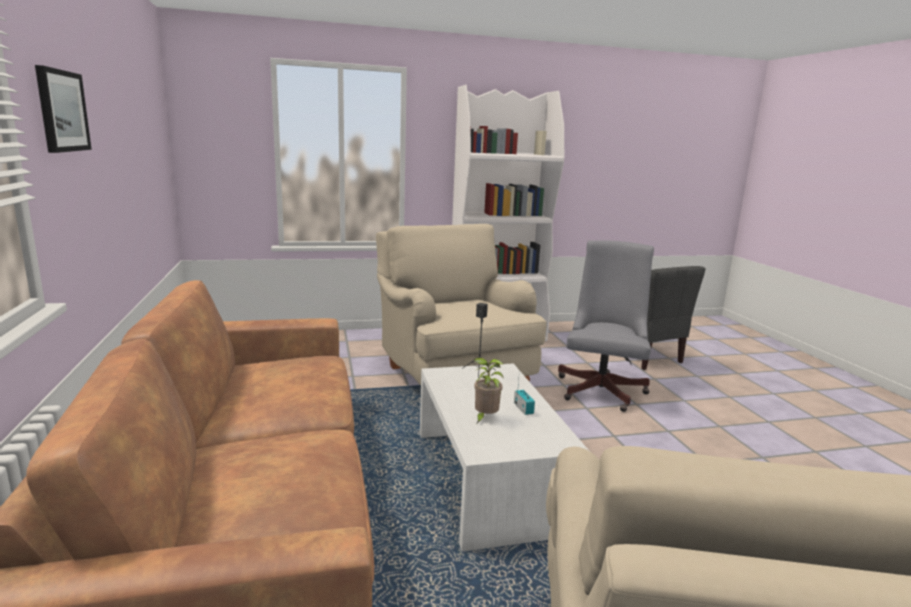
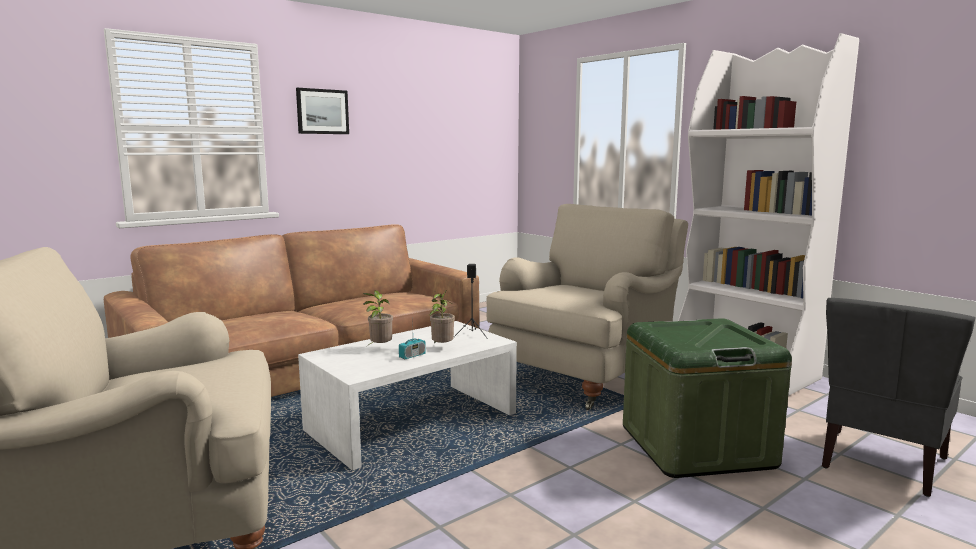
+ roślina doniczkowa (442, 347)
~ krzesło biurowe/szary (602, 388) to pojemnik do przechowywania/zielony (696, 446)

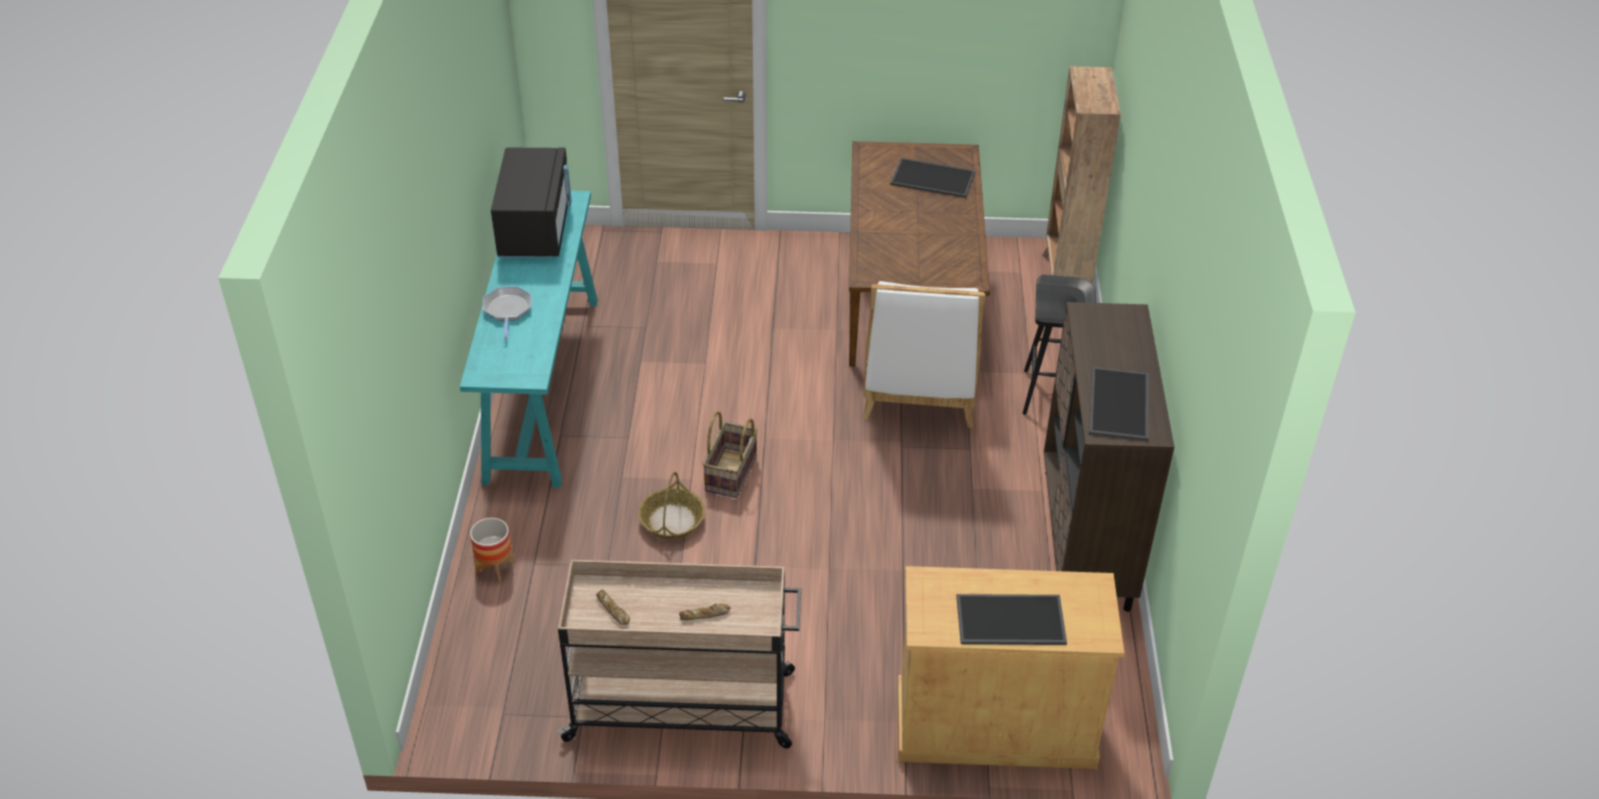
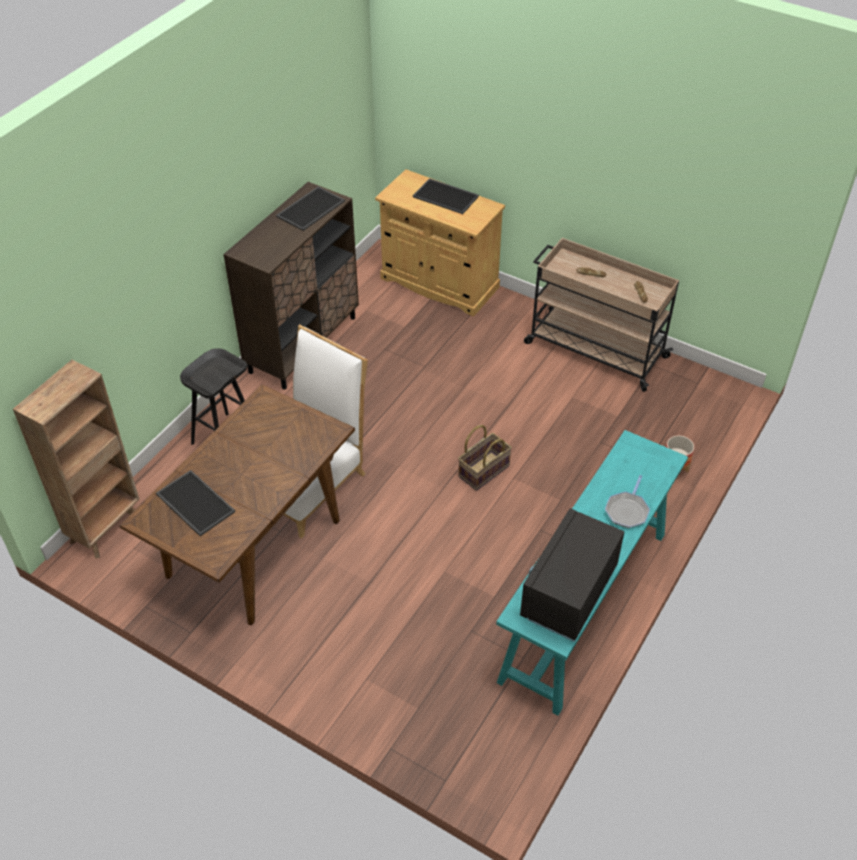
- koszyk (672, 520)

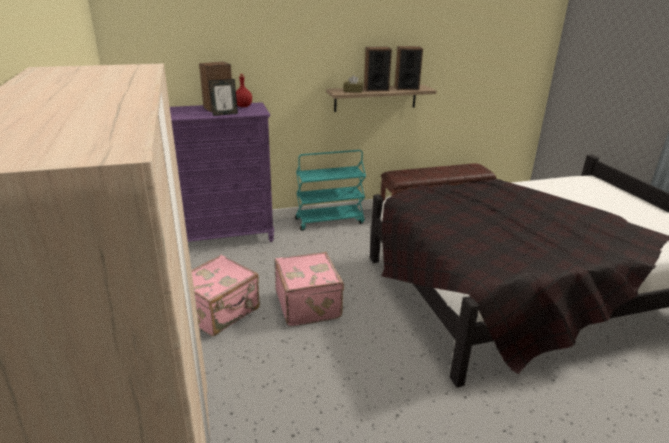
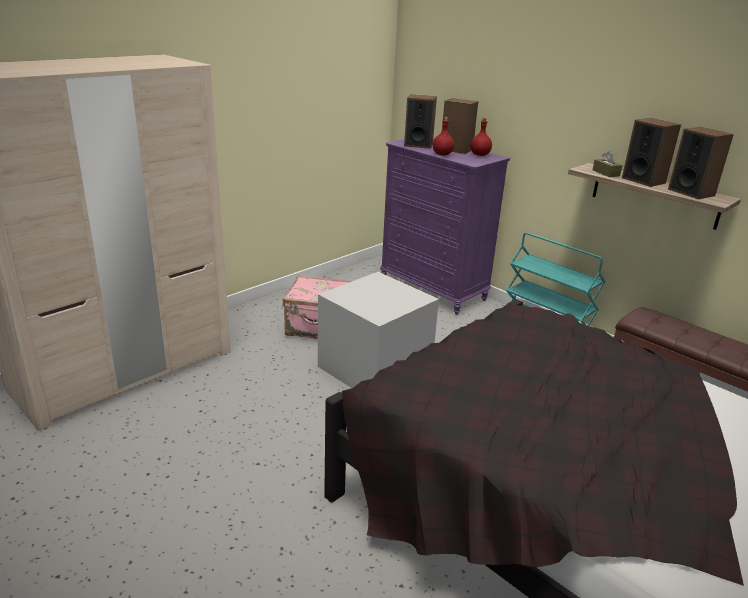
~ walizka/różowy (309, 305) to pojemnik do przechowywania/szary (374, 367)
+ głośnik (418, 145)
~ ramka na zdjęcie (225, 114) to butelka/czerwony (442, 154)

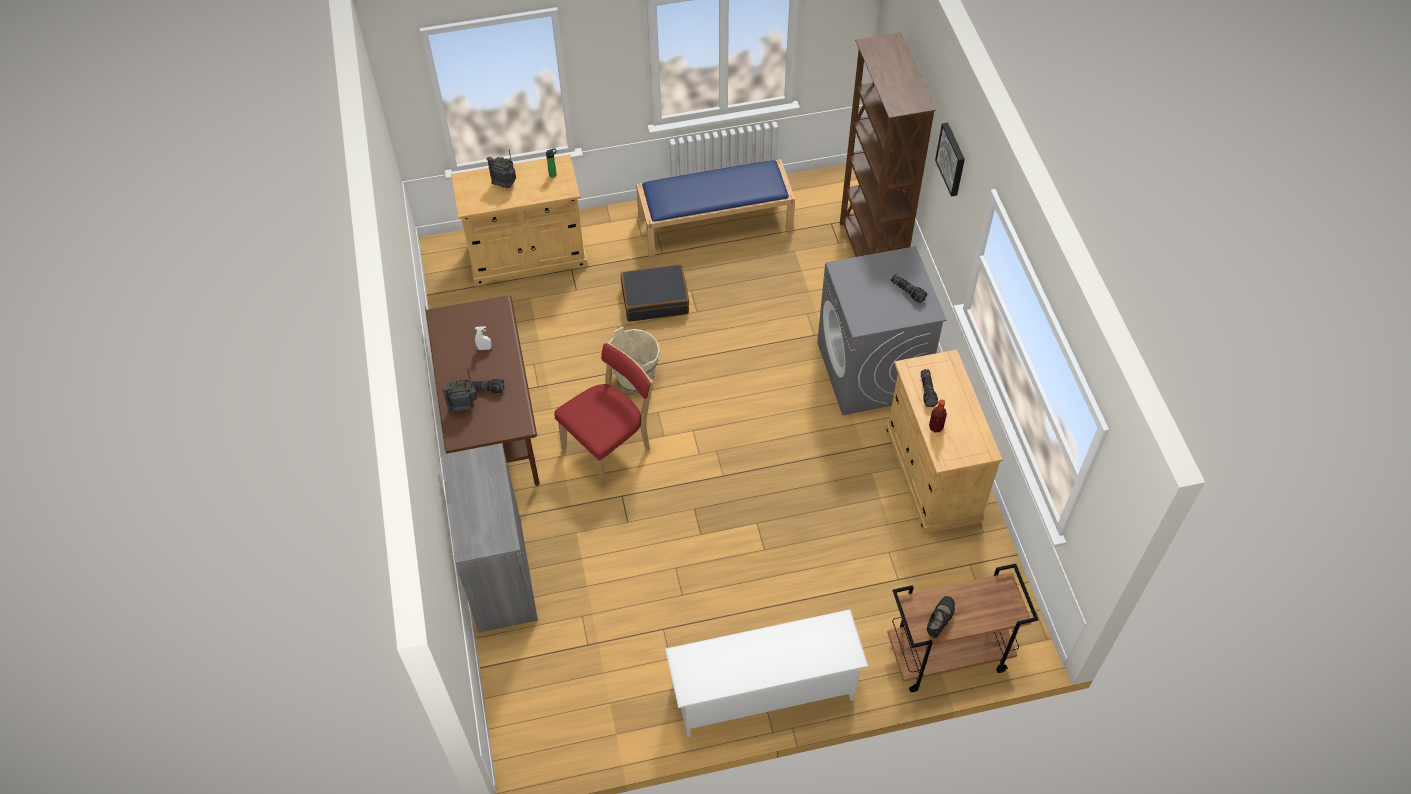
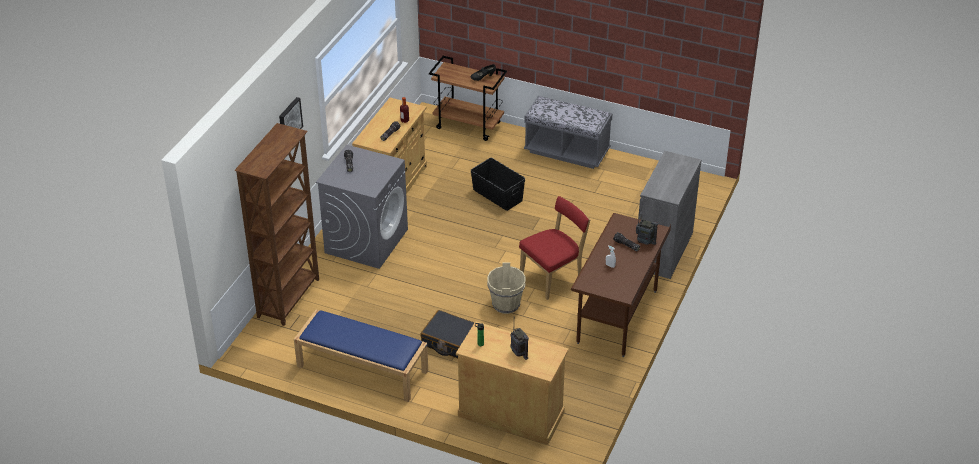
+ pojemnik do przechowywania/czarny (497, 195)
~ krzesło/czerwony (610, 447) = (553, 277) 150 degrees clockwise
~ regał na buty/biały (763, 691) to ławka/szary (567, 151)

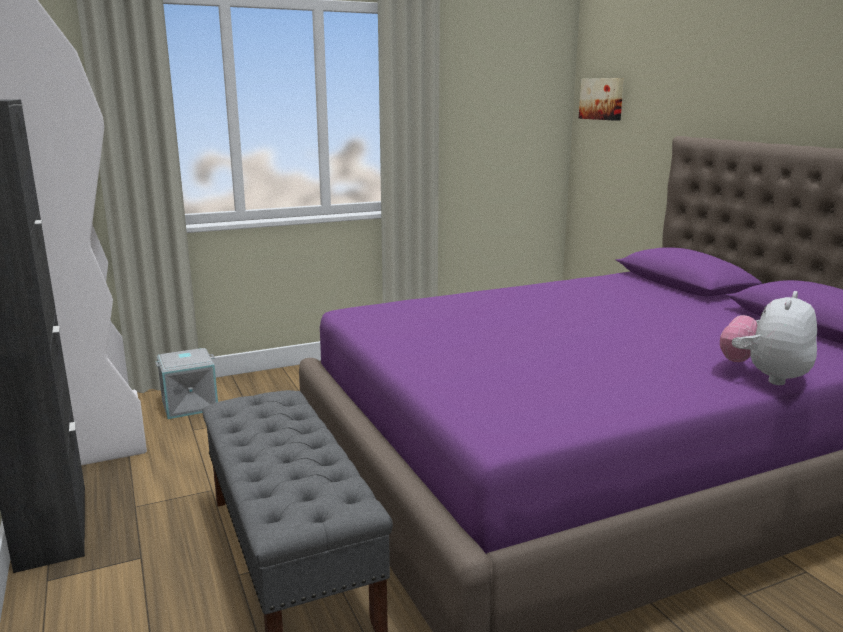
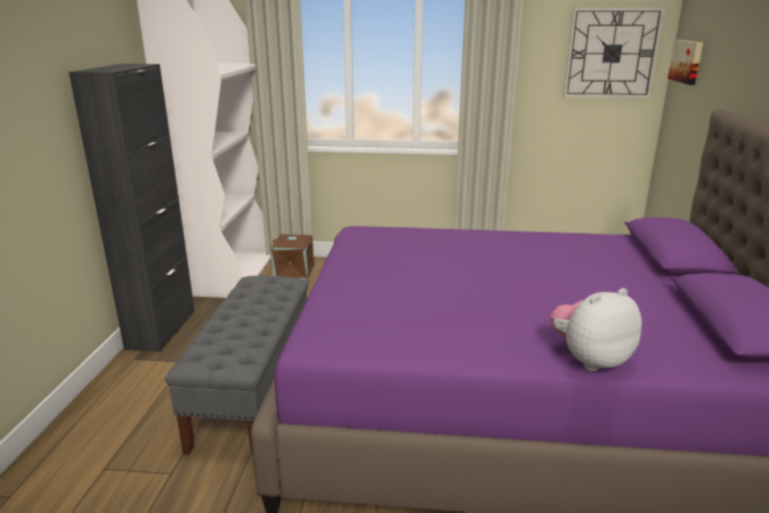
~ pojemnik do przechowywania/szary (190, 404) to pojemnik do przechowywania/brązowy (294, 272)
+ zegar ścienny (611, 53)

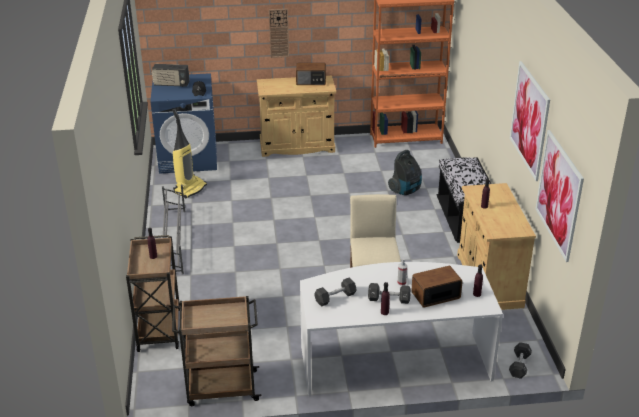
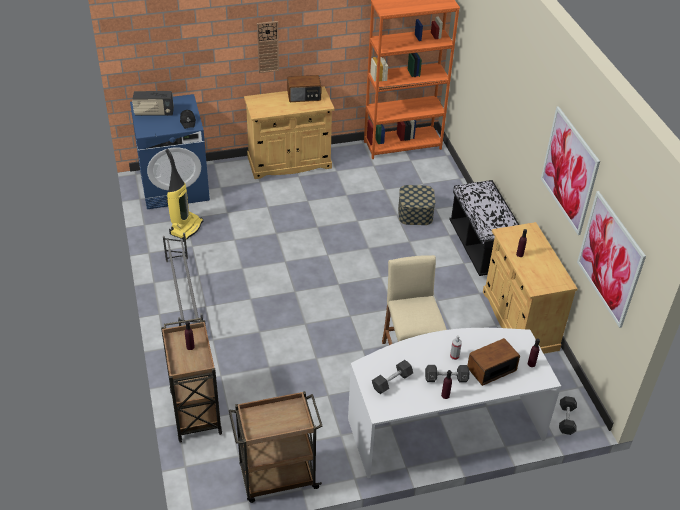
~ odkurzacz (405, 190) to pojemnik do przechowywania (415, 213)

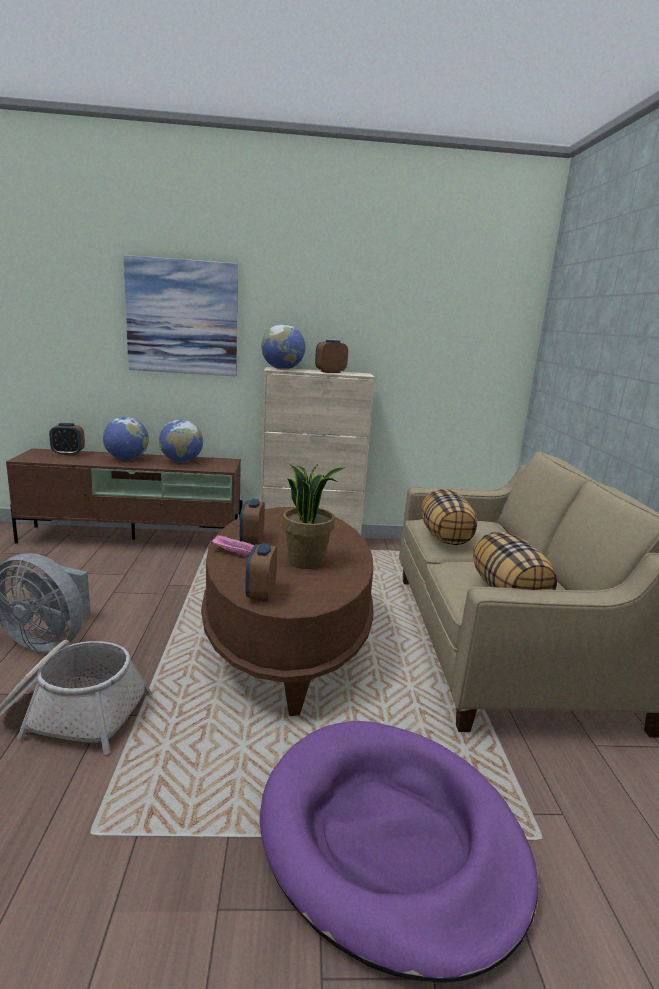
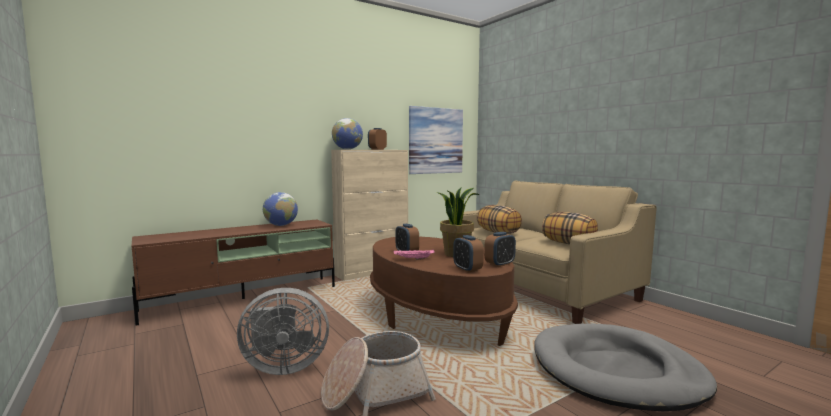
~ obraz (182, 317) to (436, 140)
~ budzik (68, 453) to (499, 264)
~ legowisko/fioletowy (391, 840) to legowisko/szary (617, 371)
- globus (127, 459)

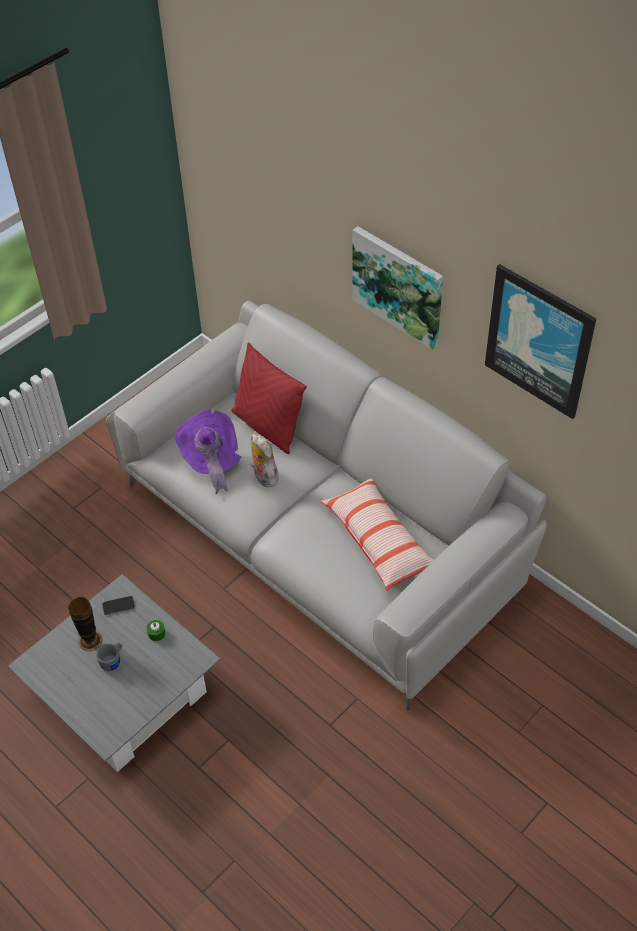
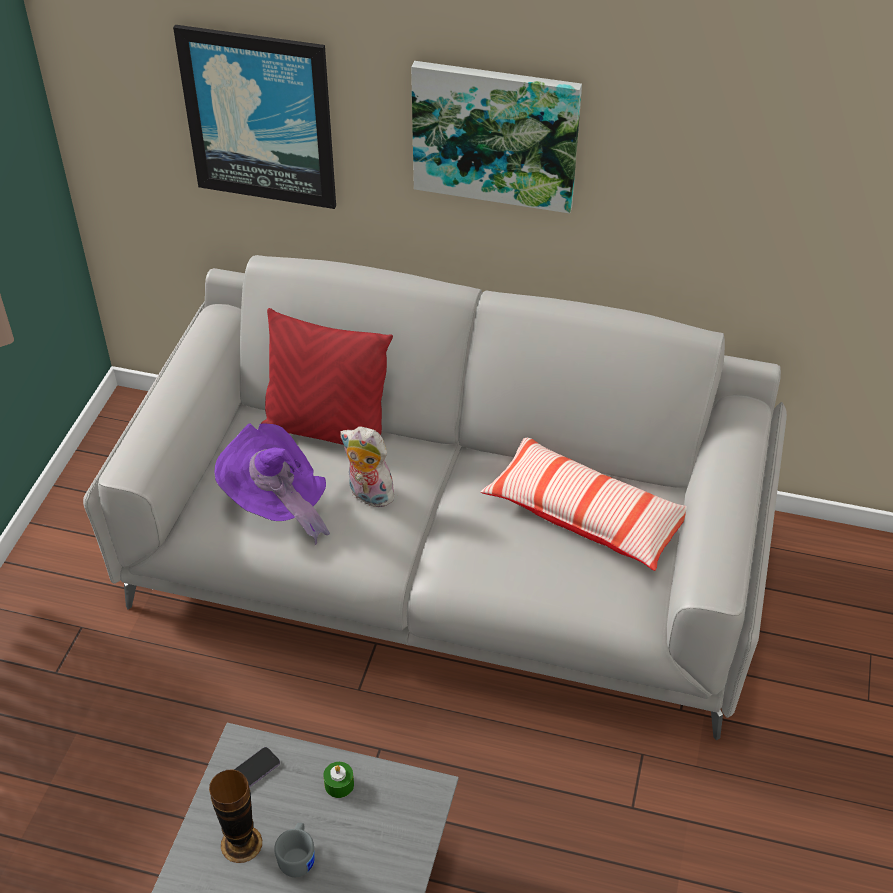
~ obraz (539, 341) to (259, 117)

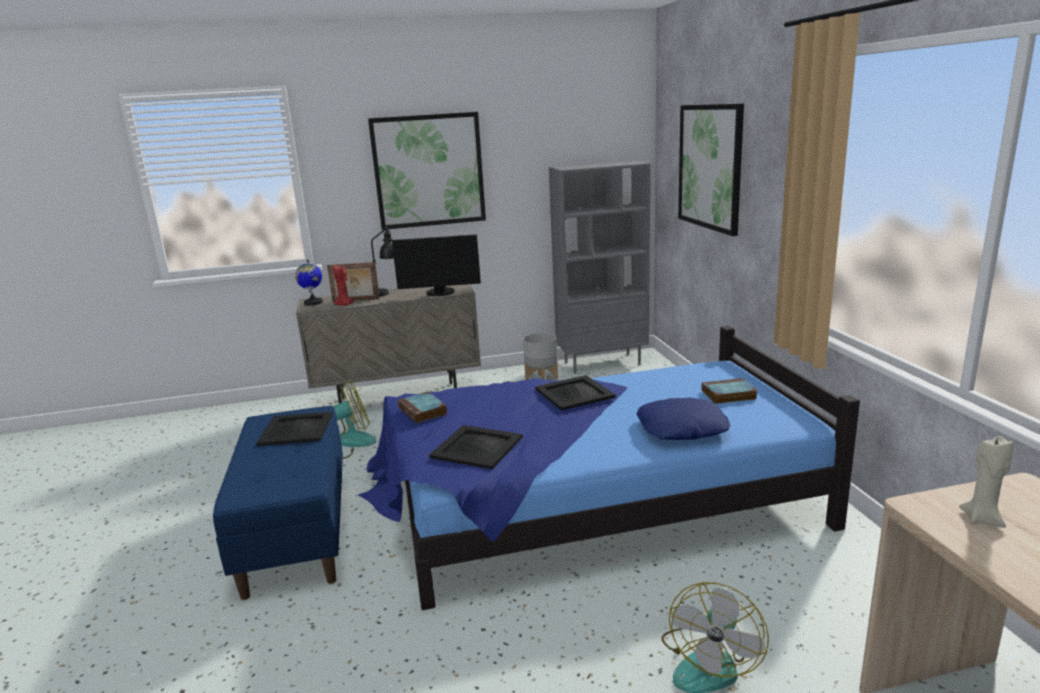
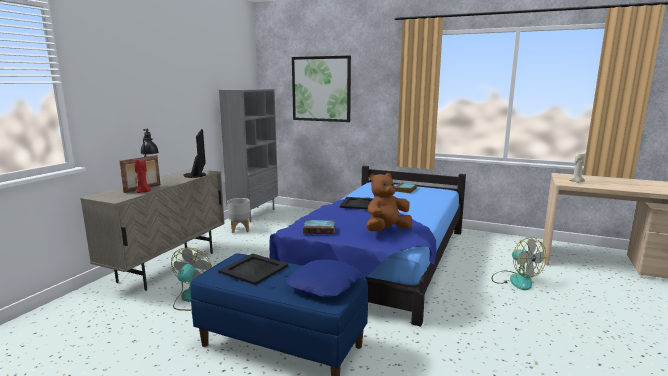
~ monitor (440, 293) = (197, 175) 45 degrees counterclockwise
~ poduszka/niebieski (682, 428) to (324, 285)
~ taca/czarny (477, 447) to pluszak/brązowy (386, 230)
- globus (313, 303)
- obraz (428, 171)

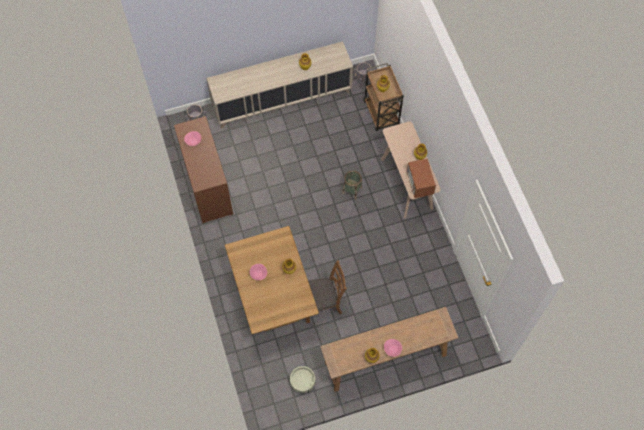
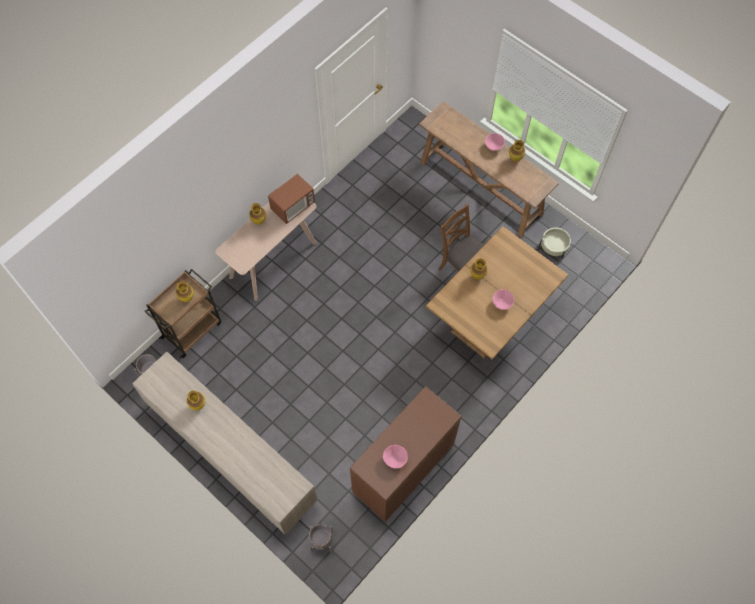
- koszyk (352, 190)

